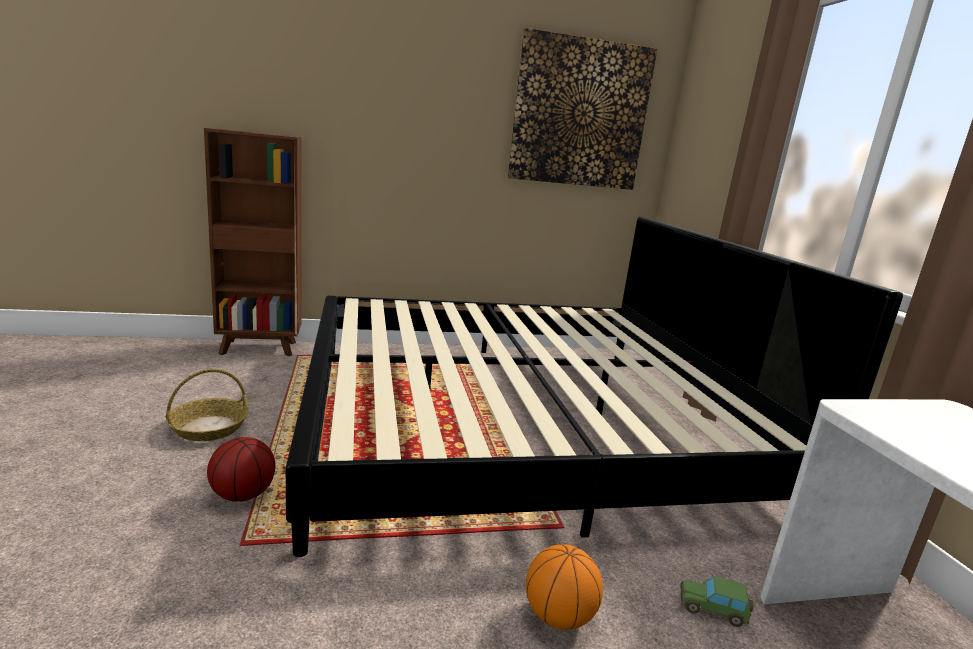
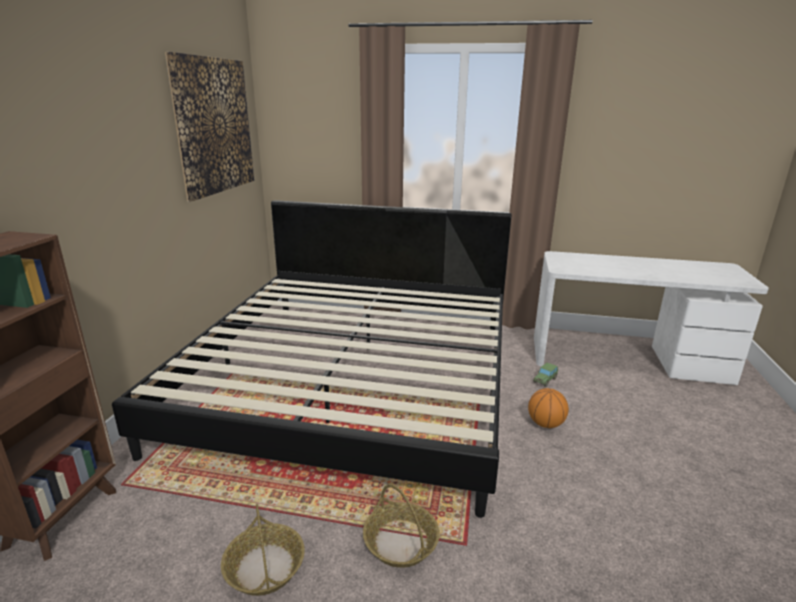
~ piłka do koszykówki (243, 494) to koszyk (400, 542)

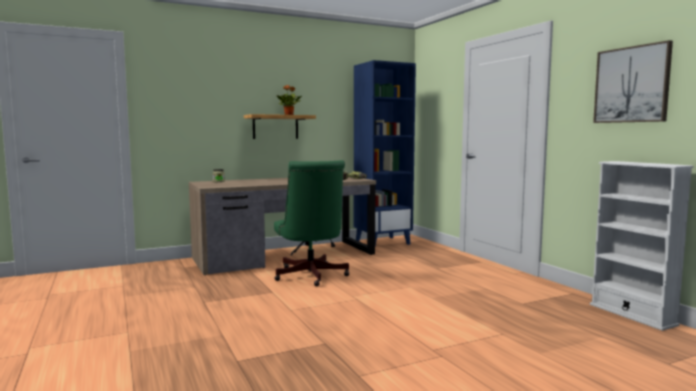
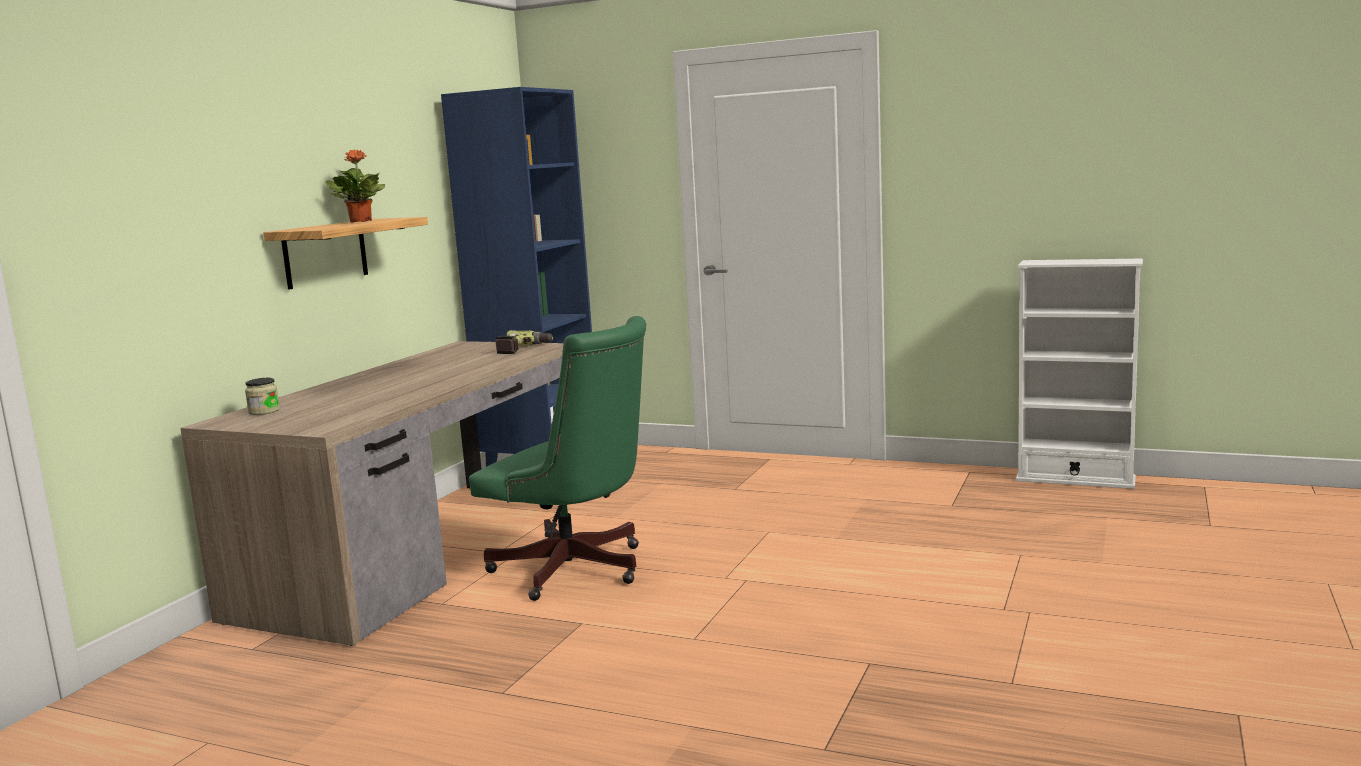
- obraz (631, 84)

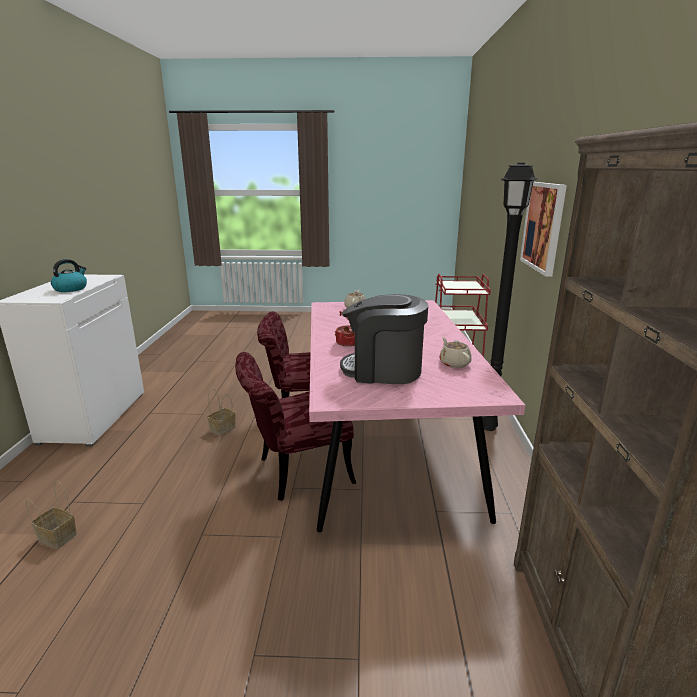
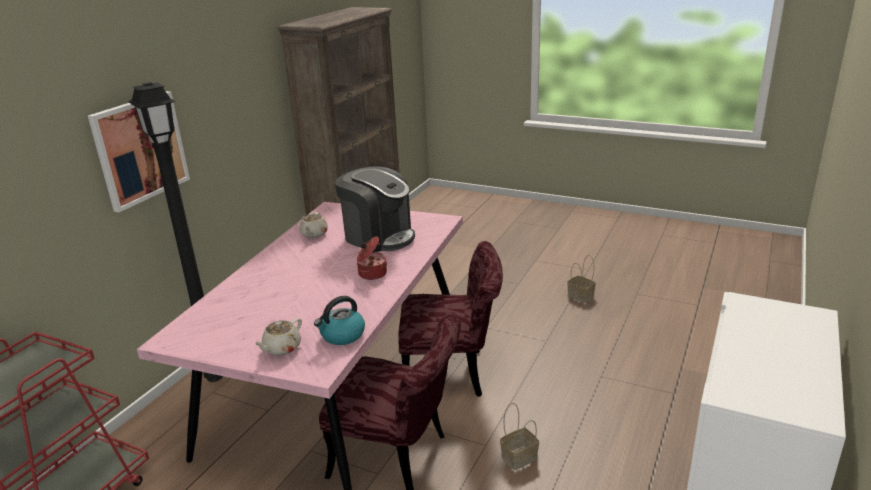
~ czajnik (71, 289) to (342, 335)
~ koszyk (56, 537) to (581, 296)

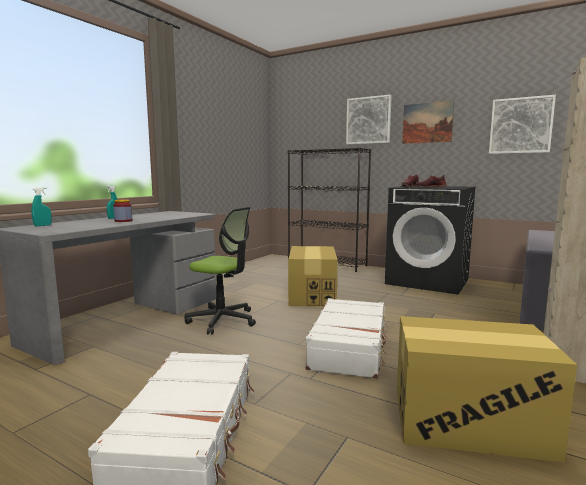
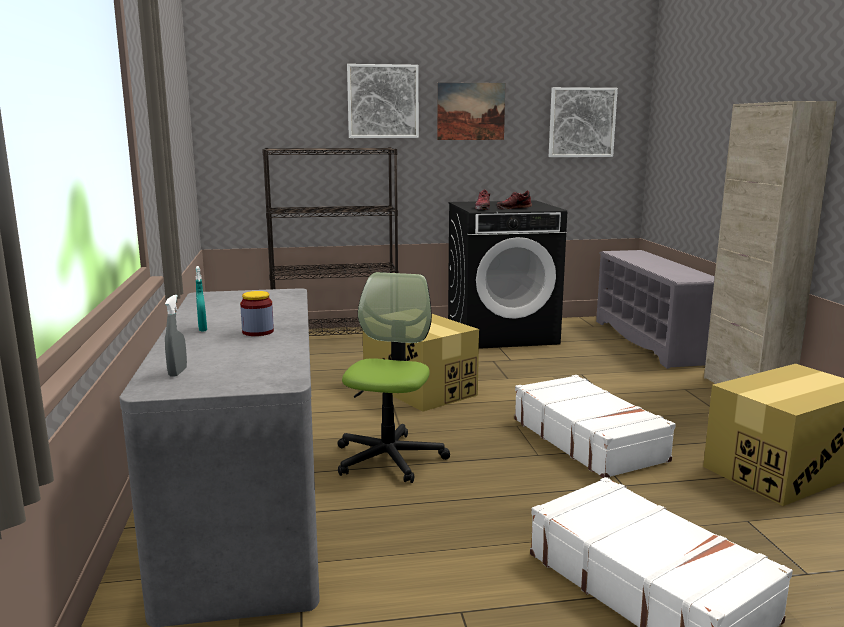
~ spryskiwacz/turkusowy (42, 225) to spryskiwacz/szary (177, 372)
~ krzesło biurowe (222, 320) = (389, 458) 60 degrees counterclockwise

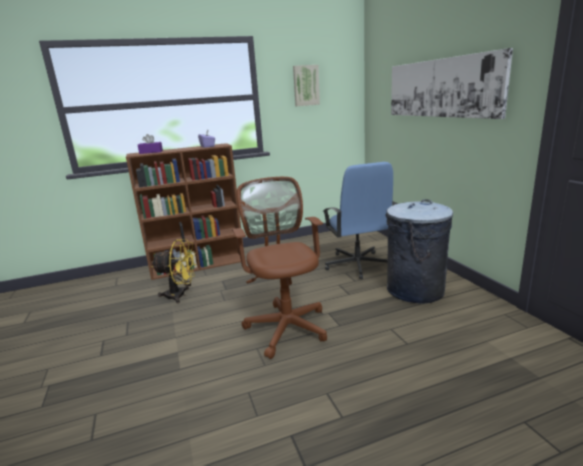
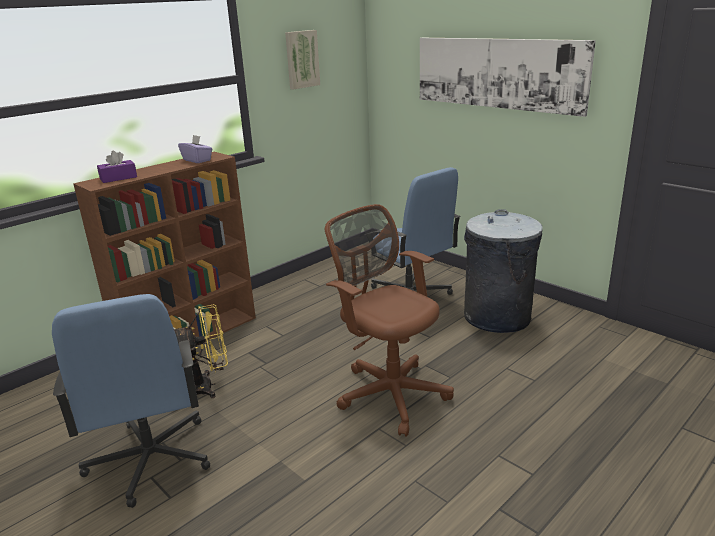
+ krzesło biurowe/niebieski (150, 460)

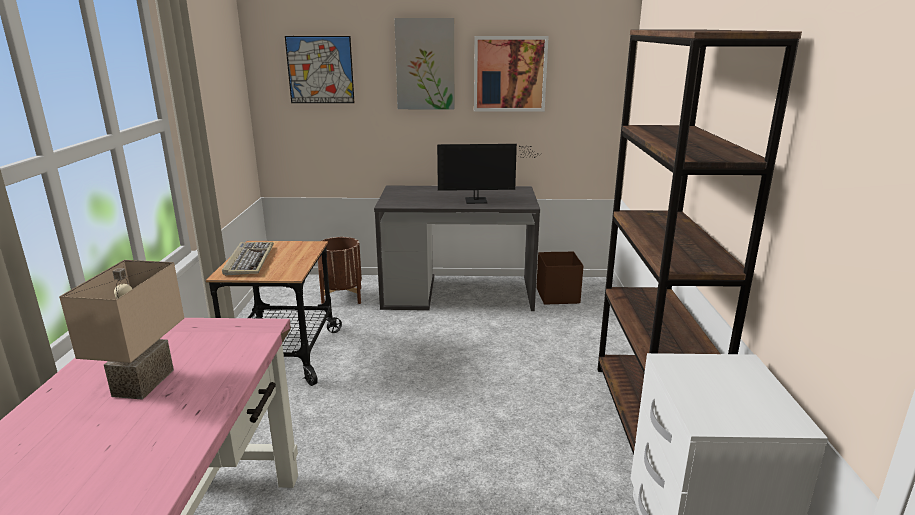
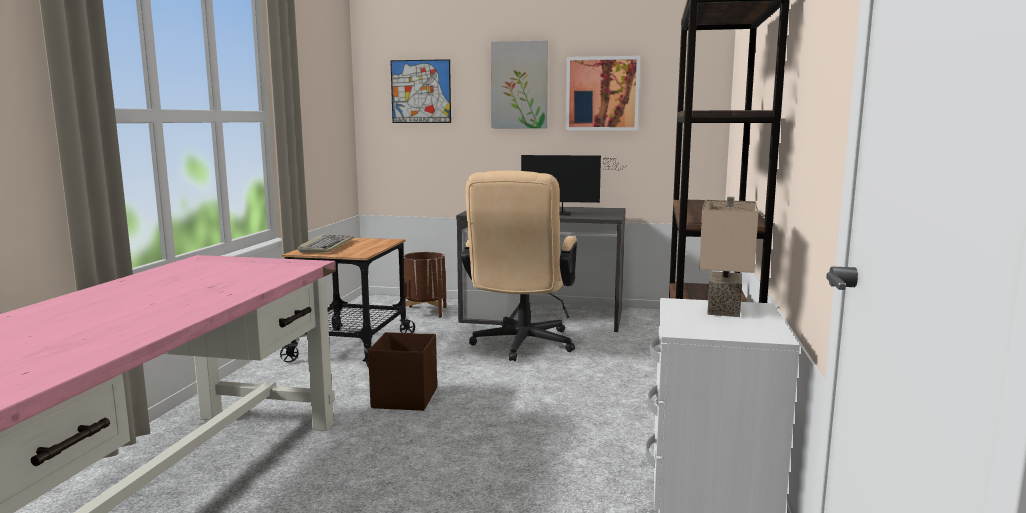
~ pojemnik do przechowywania/brązowy (557, 295) to (405, 398)
+ krzesło biurowe/beżowy (521, 346)
~ lampa stołowa/beżowy (141, 382) to (720, 309)

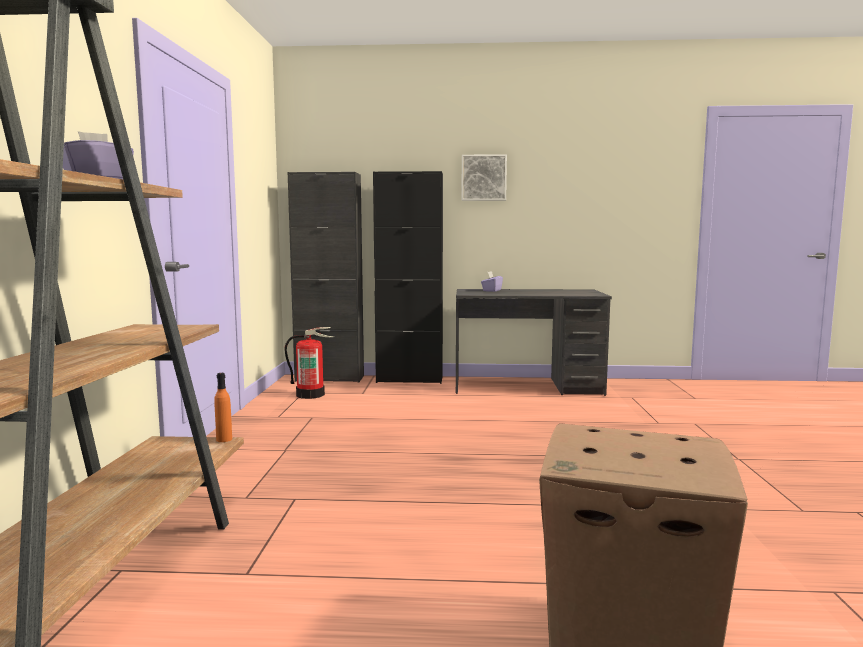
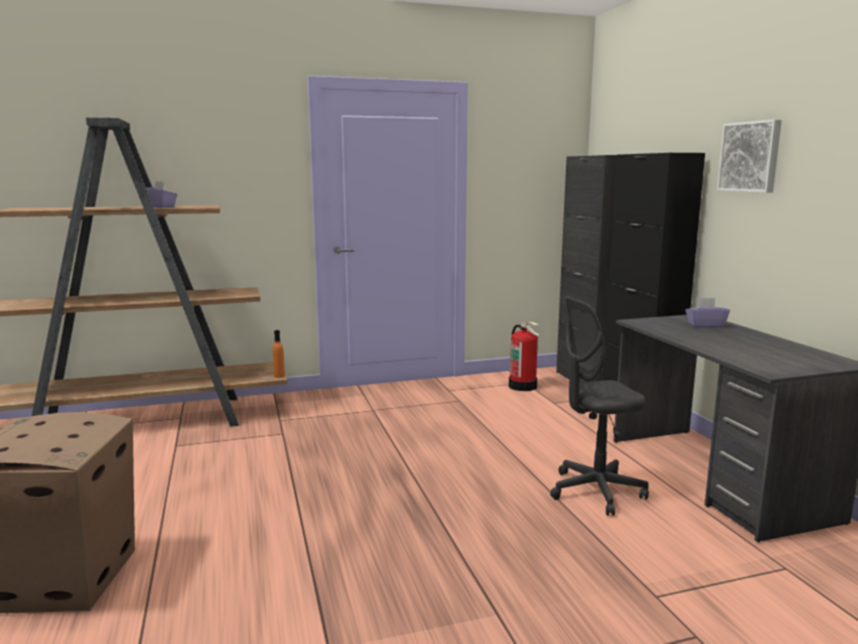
+ krzesło biurowe/szary (596, 491)

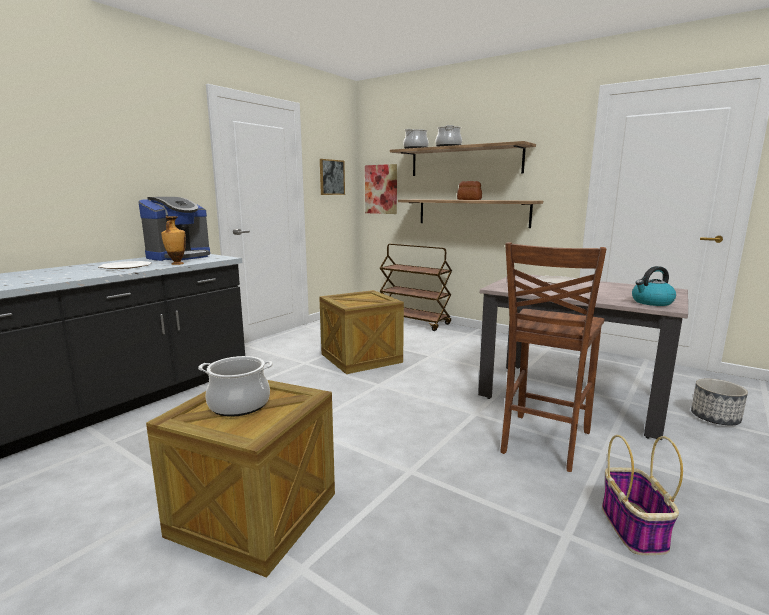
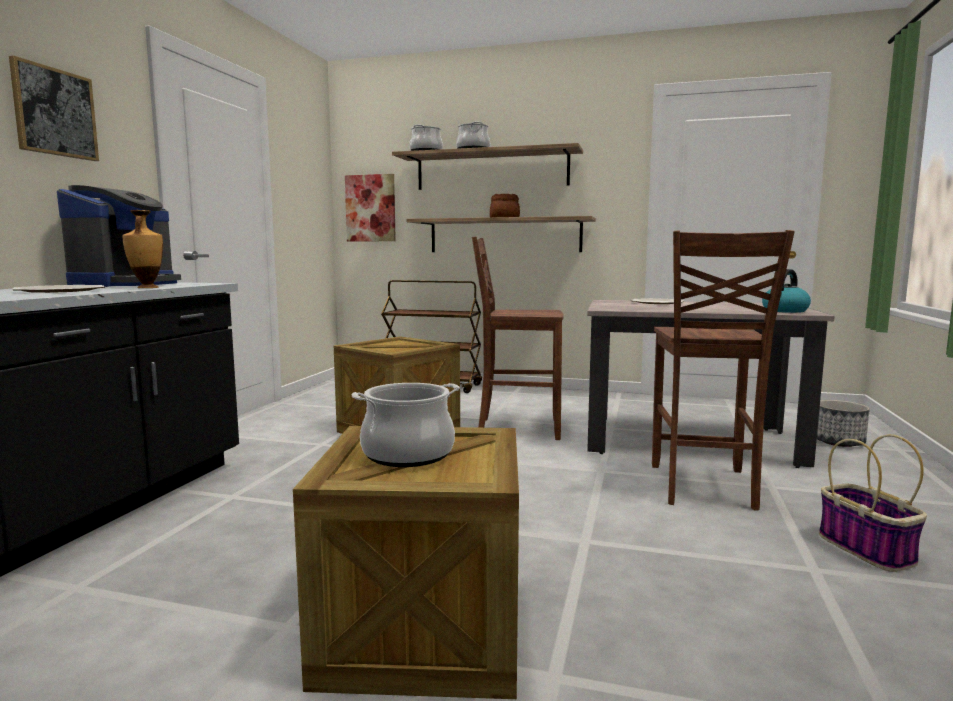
~ obraz (331, 177) to (54, 112)
+ krzesło/brązowy (517, 428)

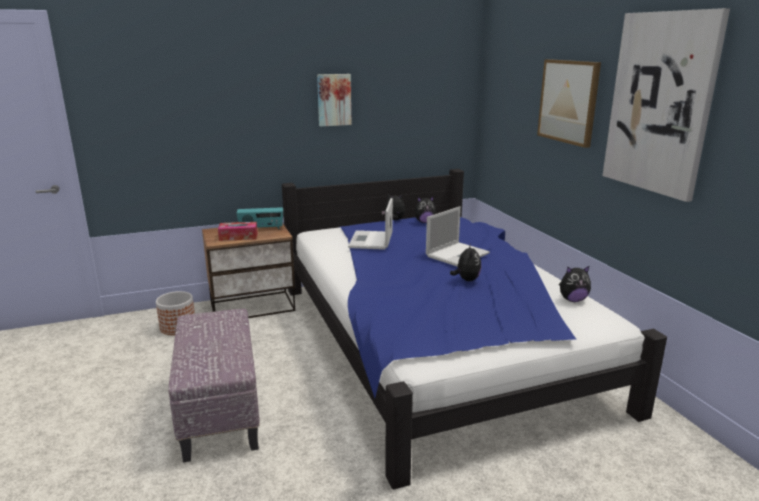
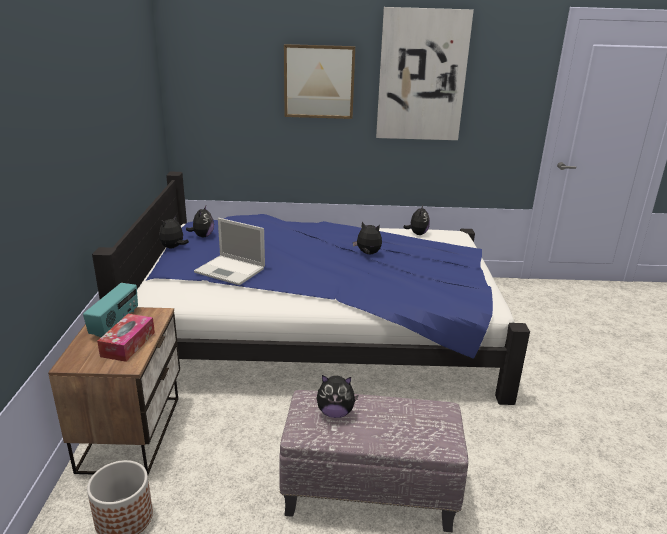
+ pluszak (335, 413)
- obraz (334, 100)
- laptop (458, 254)

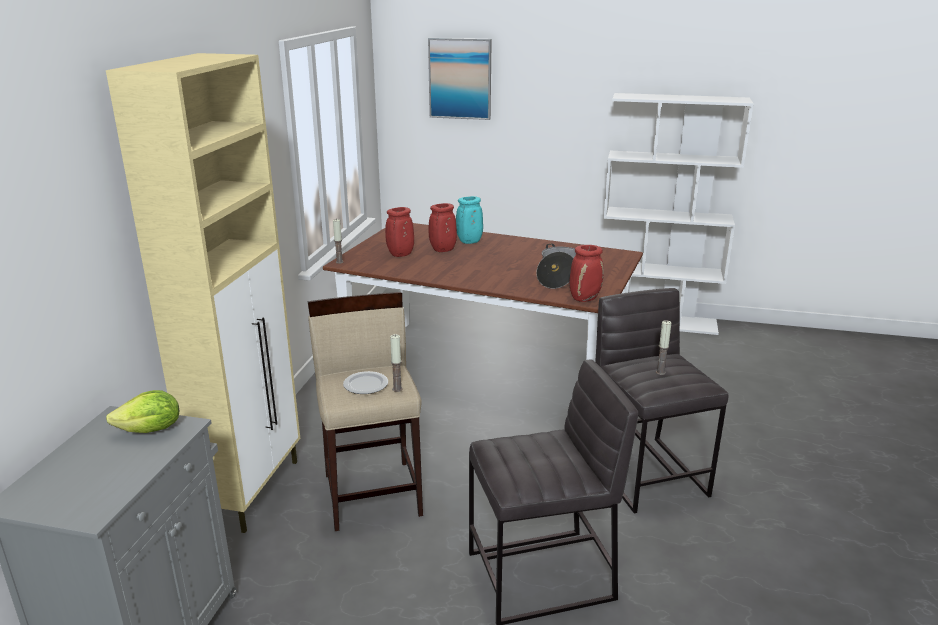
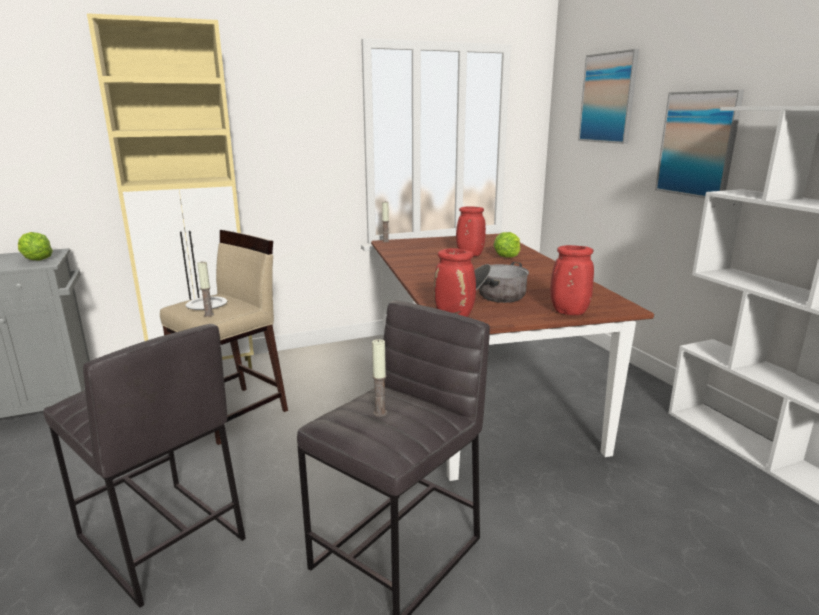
~ wazon/turkusowy (469, 242) to sałata (507, 256)
~ wazon/czerwony (400, 255) to (568, 312)
+ obraz (698, 144)

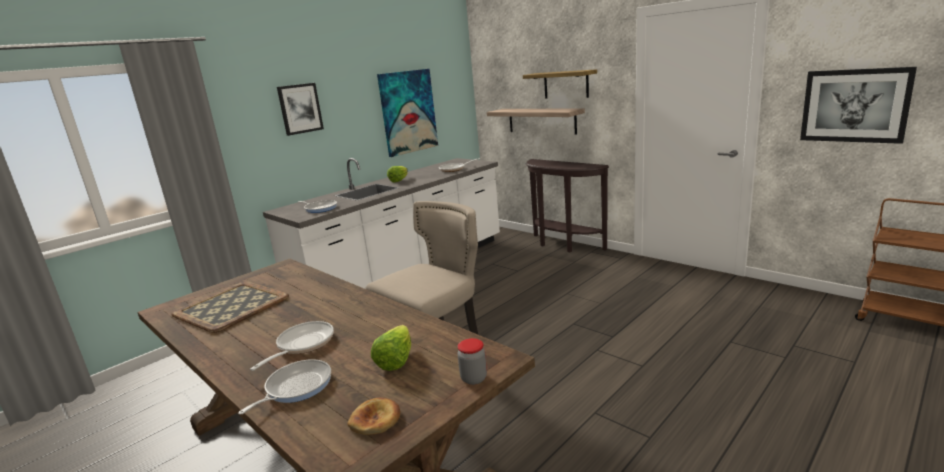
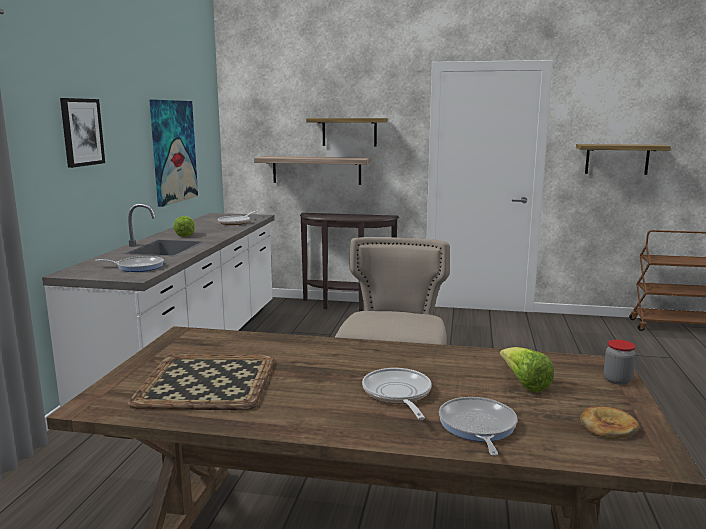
~ obraz (854, 105) to półka (617, 159)

